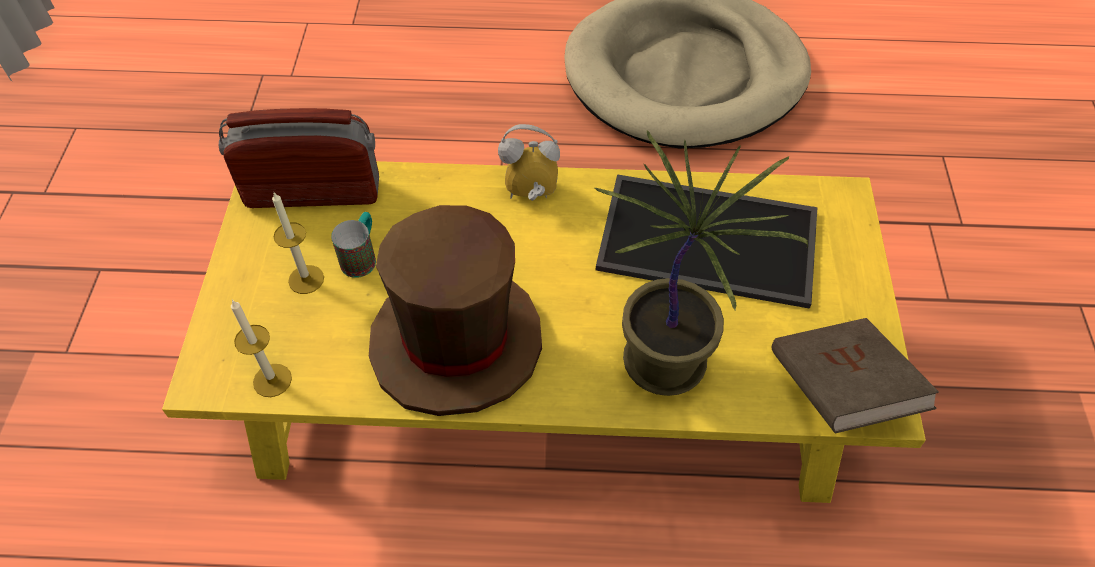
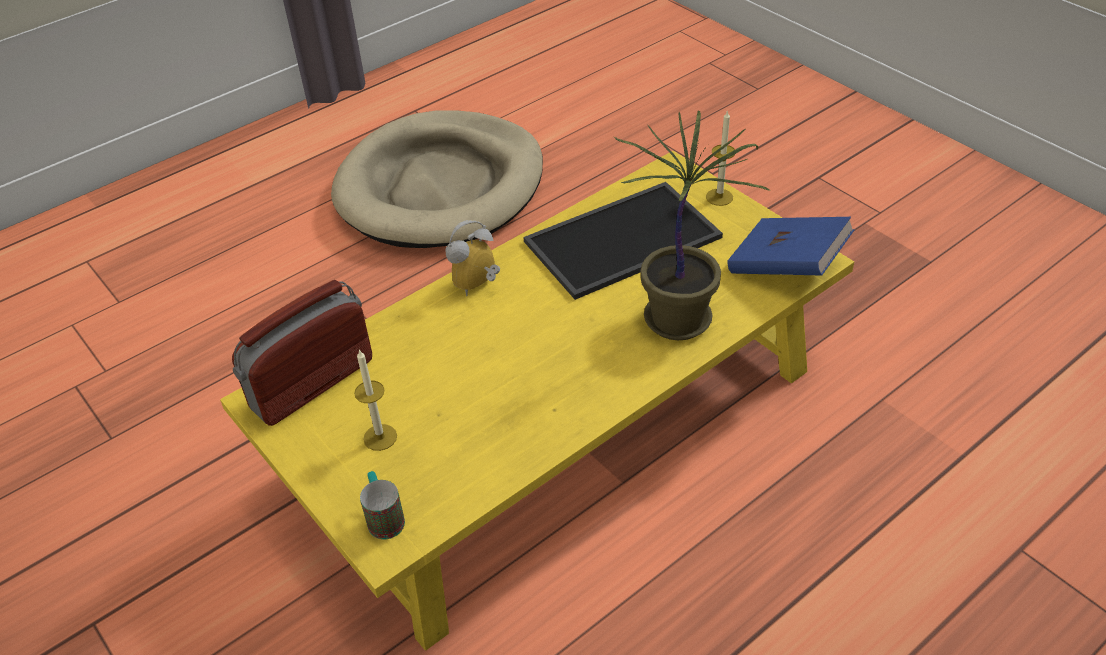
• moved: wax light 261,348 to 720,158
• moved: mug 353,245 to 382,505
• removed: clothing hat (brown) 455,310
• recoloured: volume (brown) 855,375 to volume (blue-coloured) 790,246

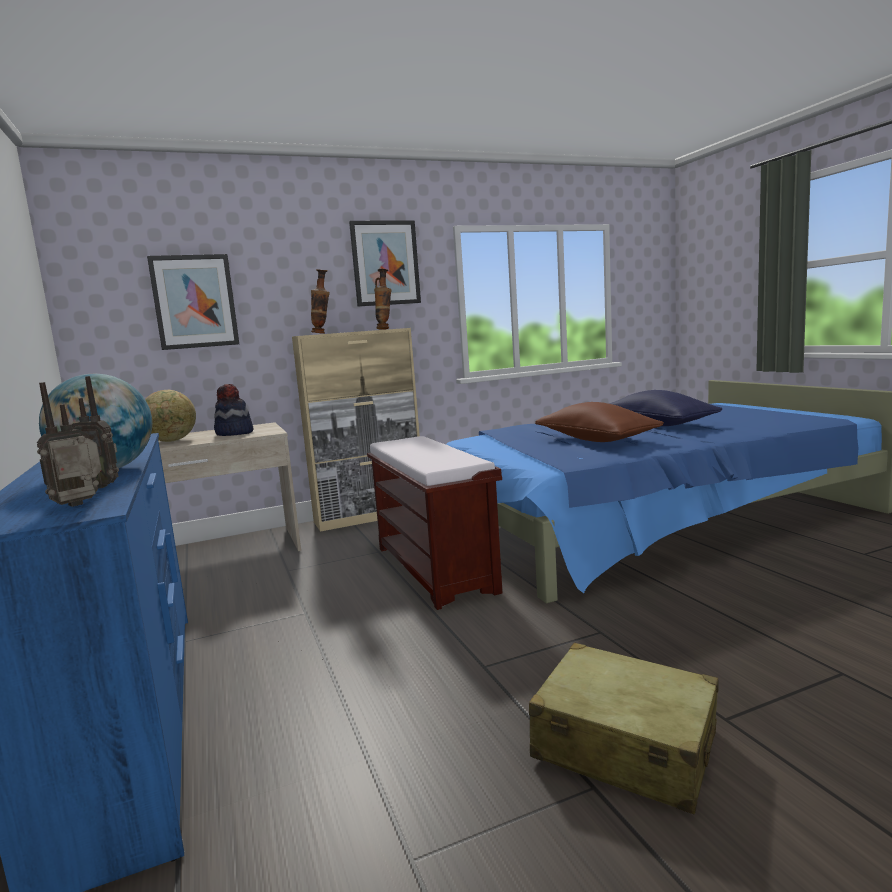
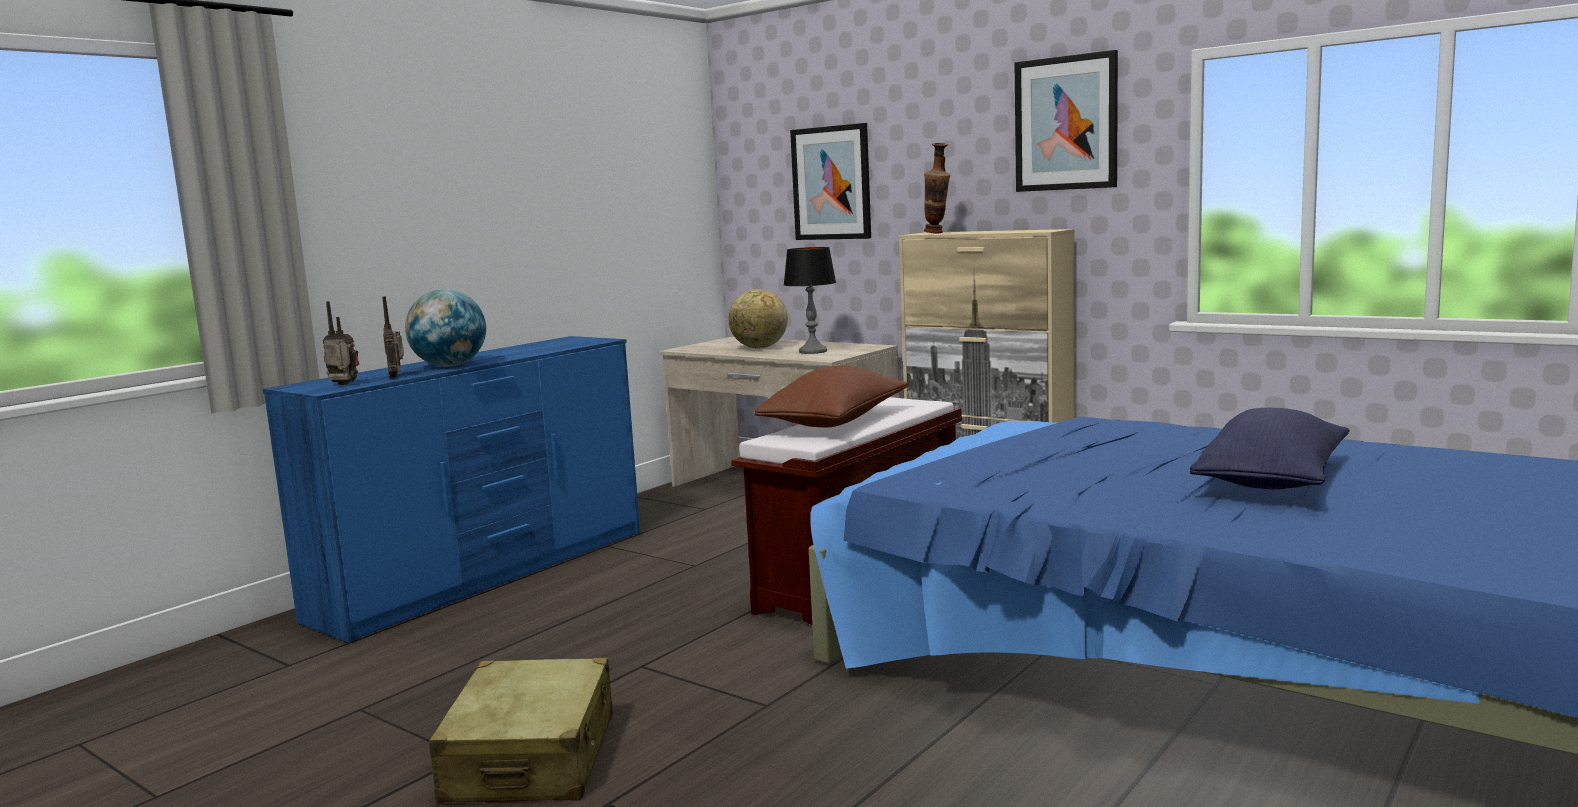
• replaced: clothing hat 233,410 to lamp for a table 810,300
• removed: vase 382,299
• moved: cushion (brown) 599,422 to 831,397

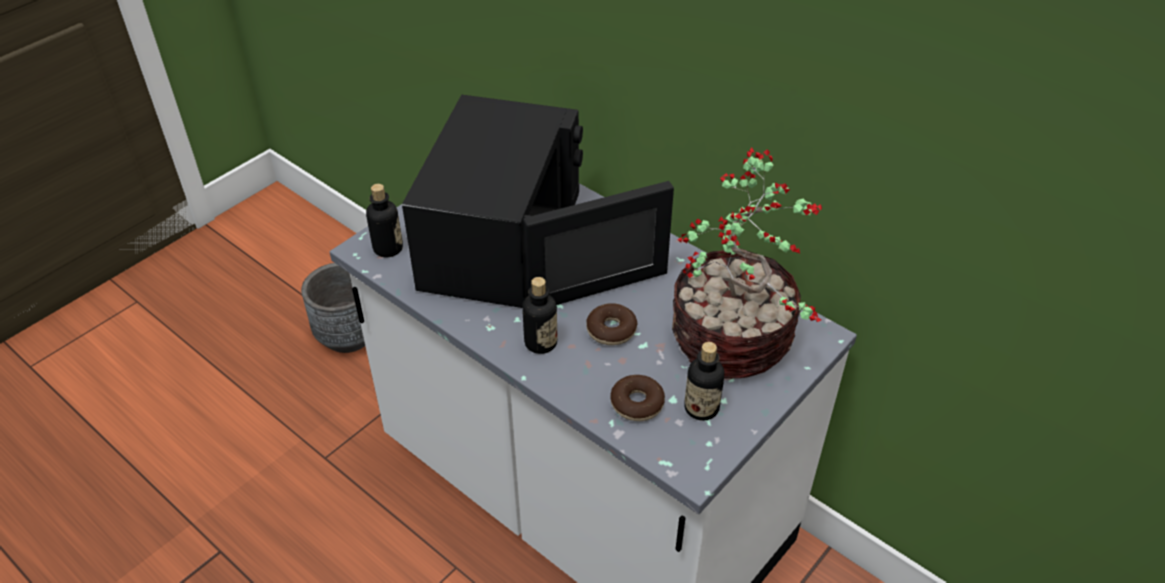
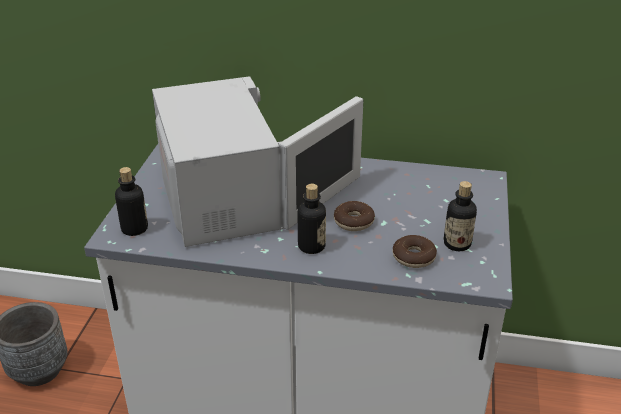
• recoloured: microwave (black) 538,201 to microwave (whitish) 257,161
• removed: houseplant 747,263

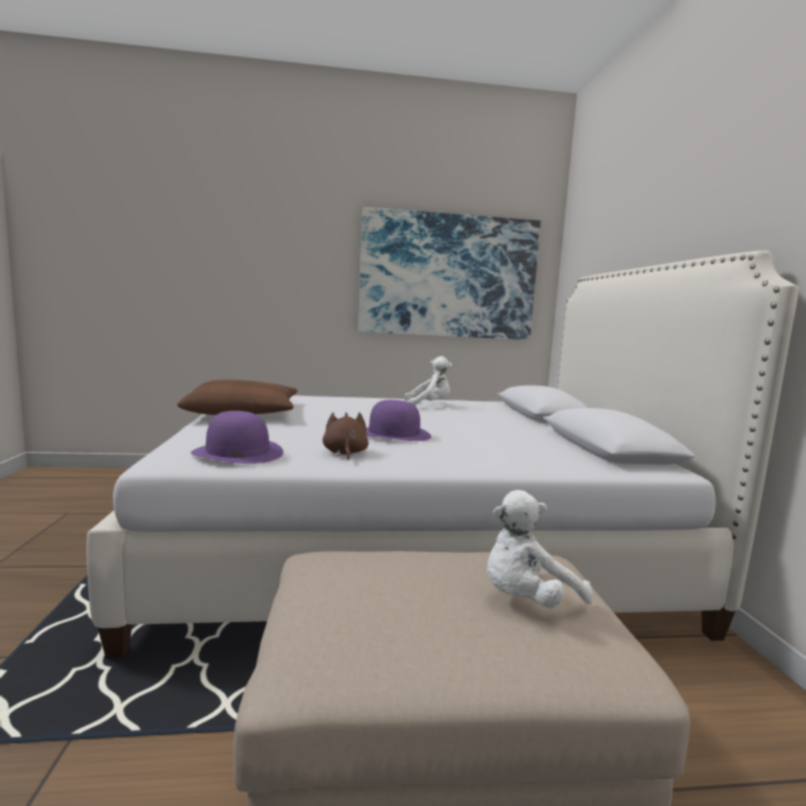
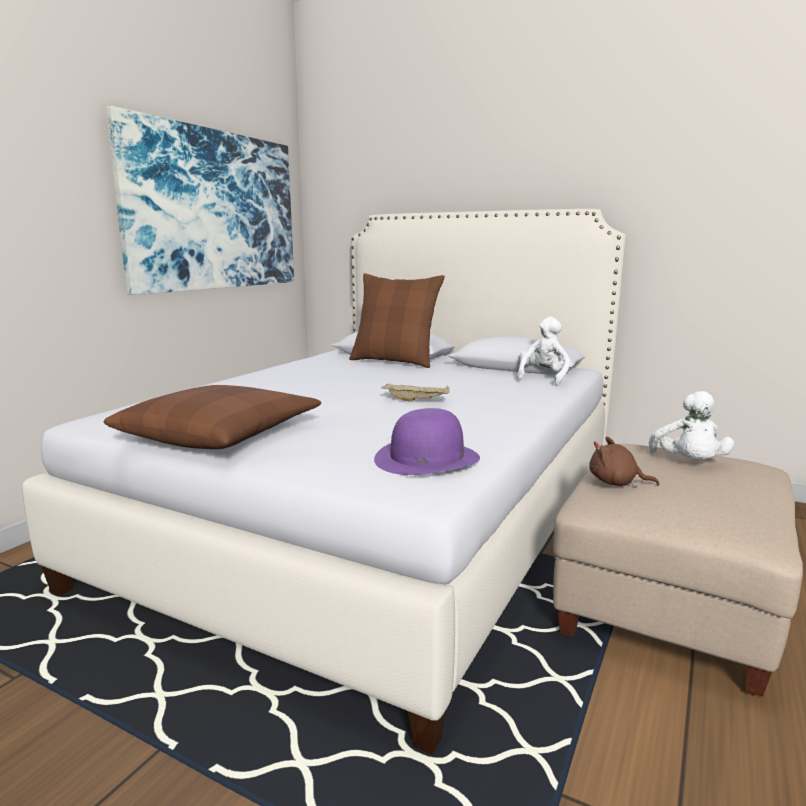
• moved: cuddly toy (brown) 346,436 to 624,461
• replaced: clothing hat (purple-coloured) 398,420 to serving tray (sand-coloured) 416,392
• moved: cuddly toy (whitish) 428,381 to 543,351
• added: cushion (brown) 397,320

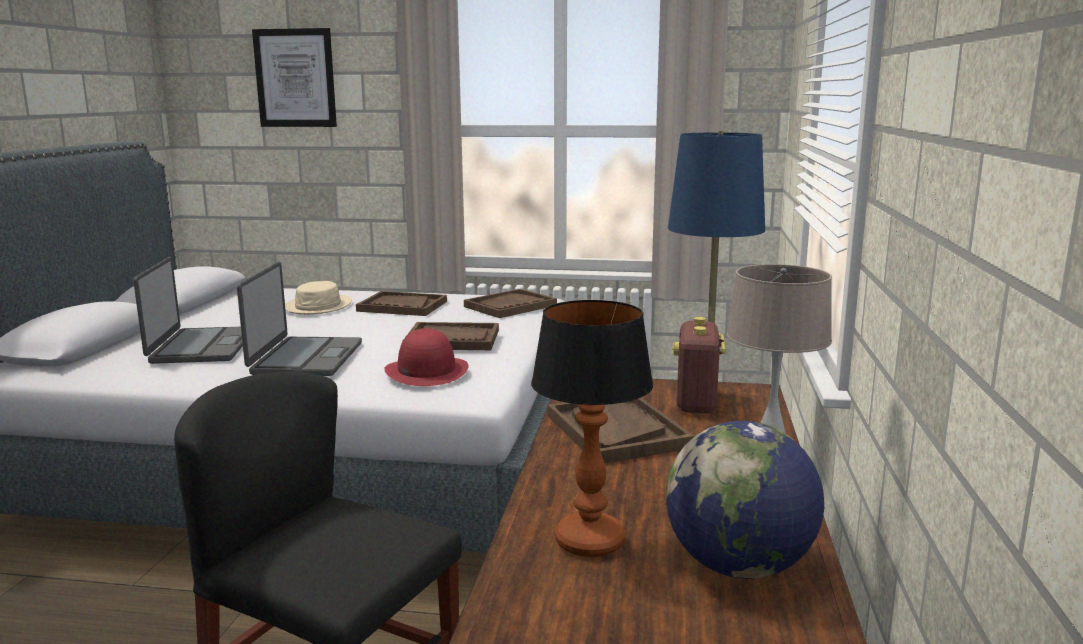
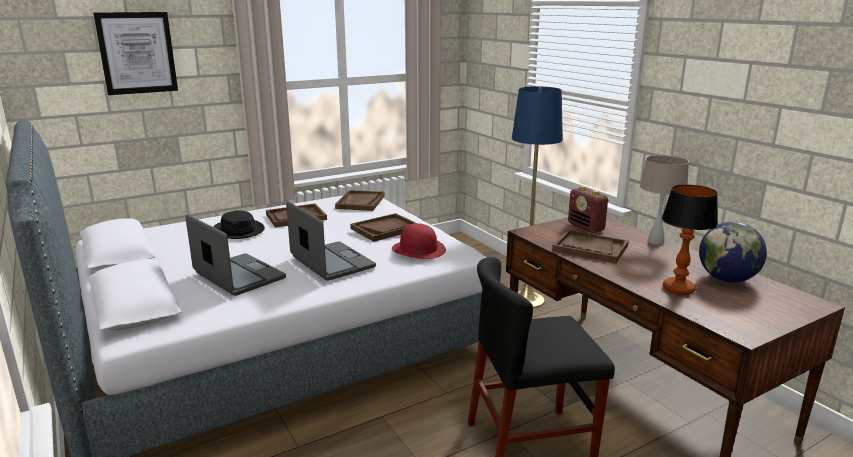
• recoloured: clothing hat (sand-coloured) 318,298 to clothing hat (black) 239,224

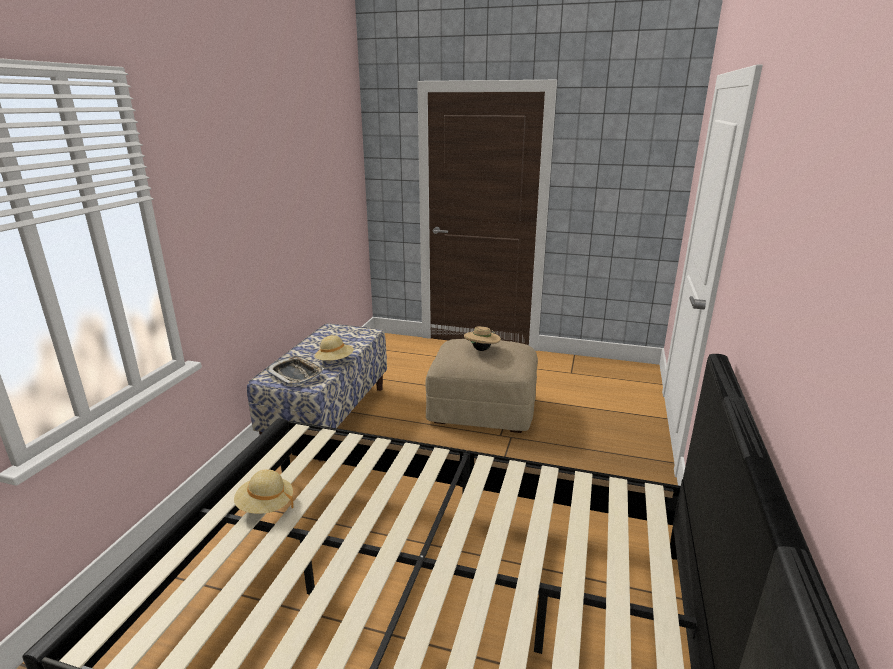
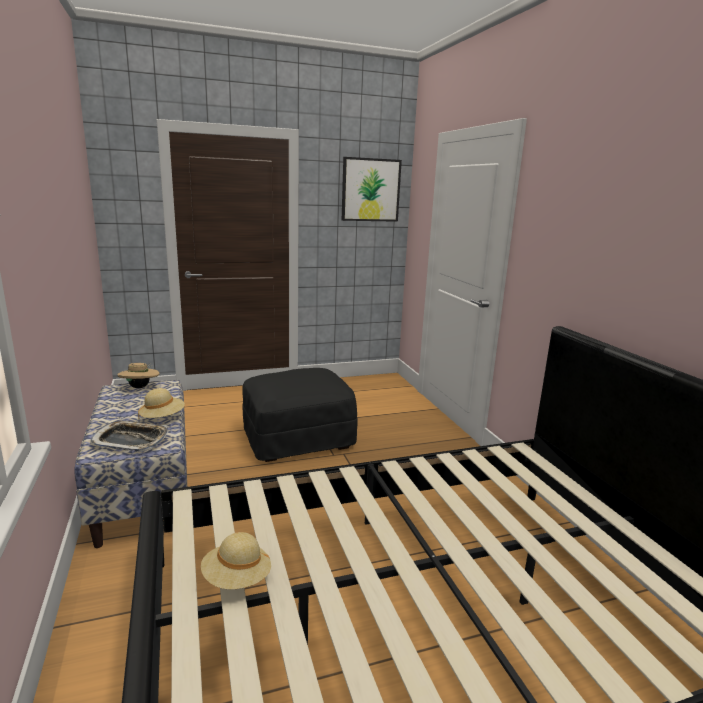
• recoloured: footrest (sand-coloured) 482,386 to footrest (black) 300,415
• moved: clothing hat (sand-coloured) 482,338 to 138,375
• added: wall picture 372,189

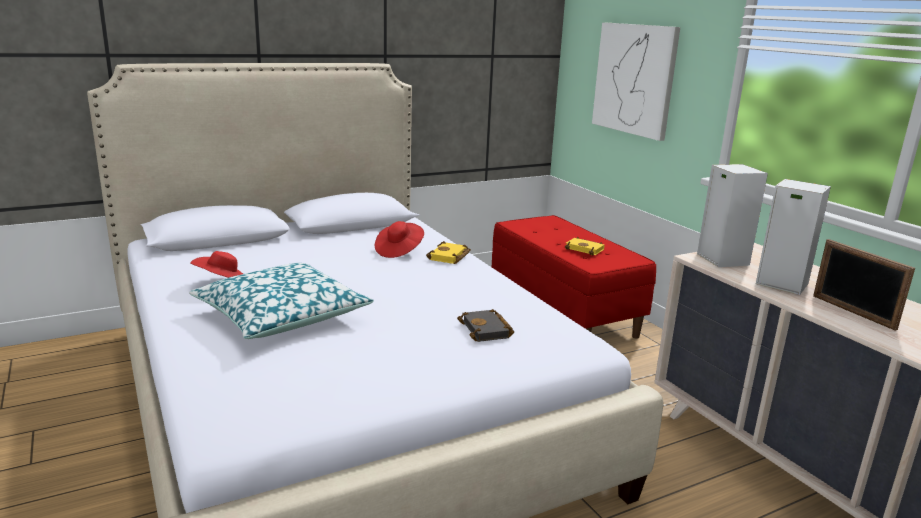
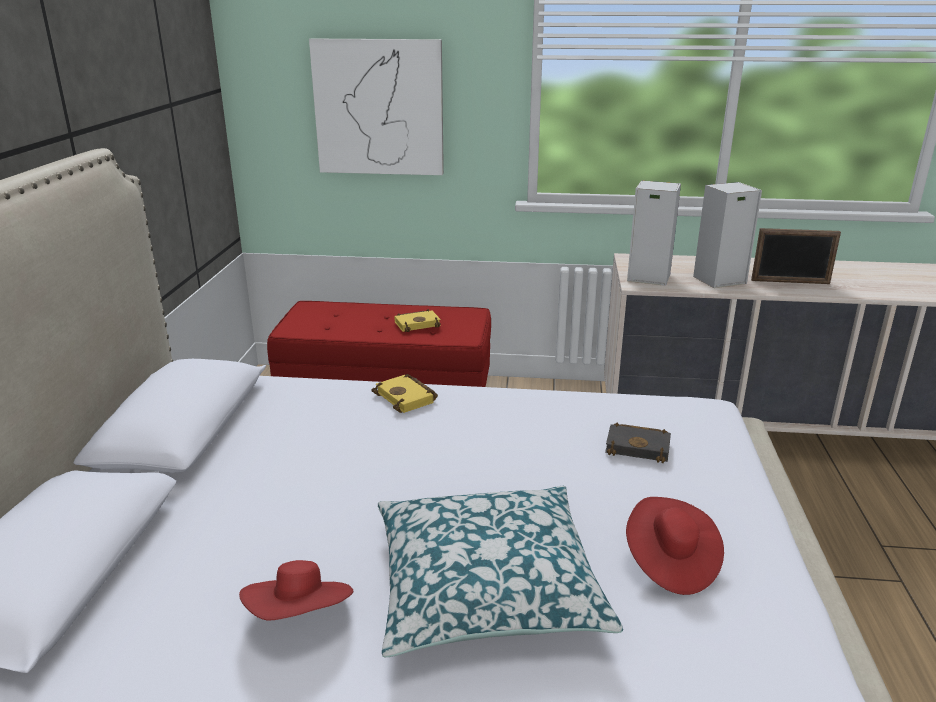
• moved: clothing hat (red) 399,239 to 675,546

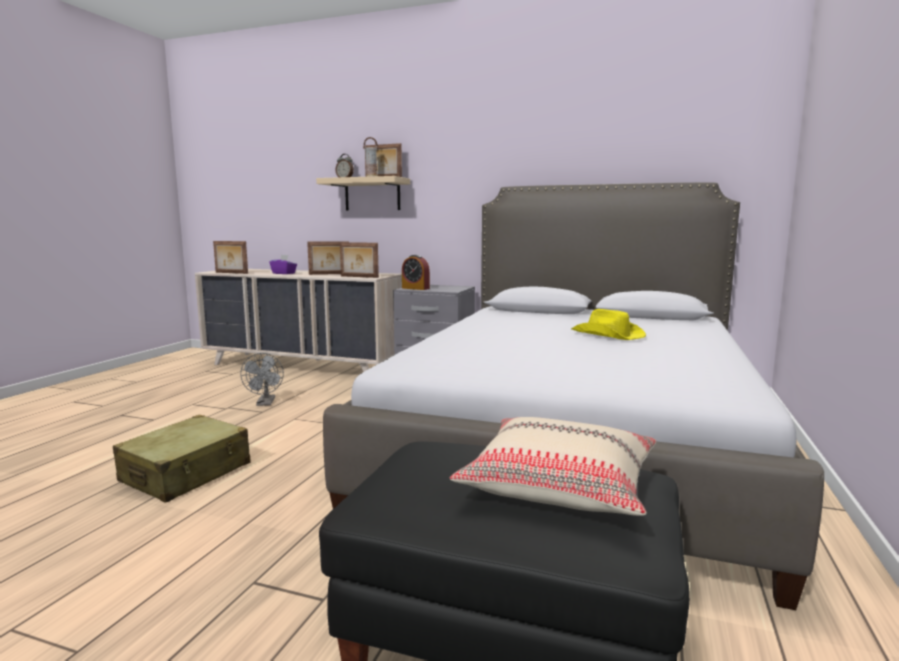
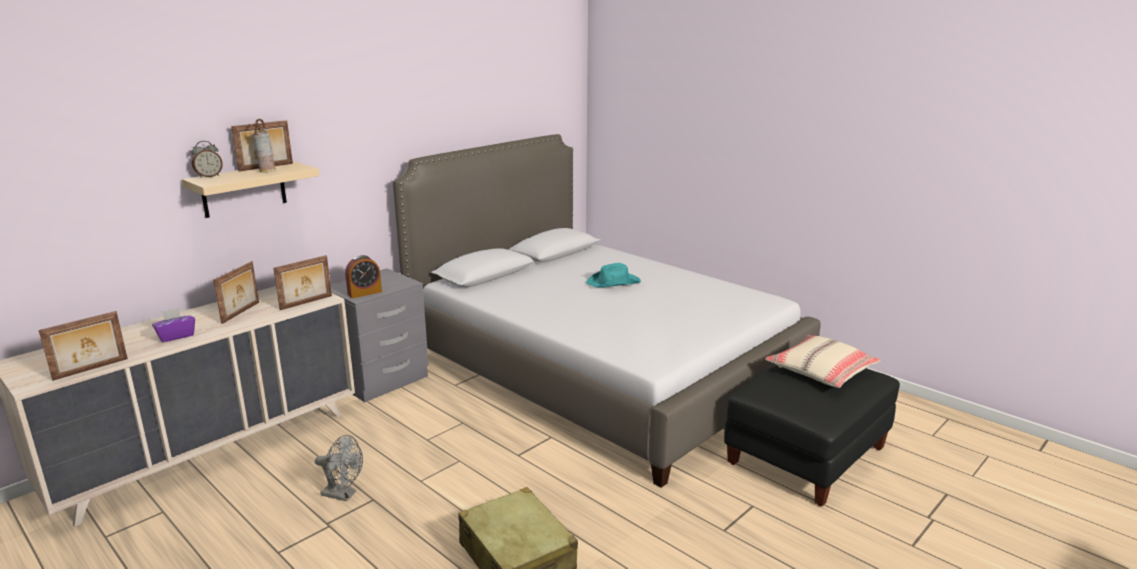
• recoloured: clothing hat (yellow-coloured) 608,324 to clothing hat (blue-green) 613,275

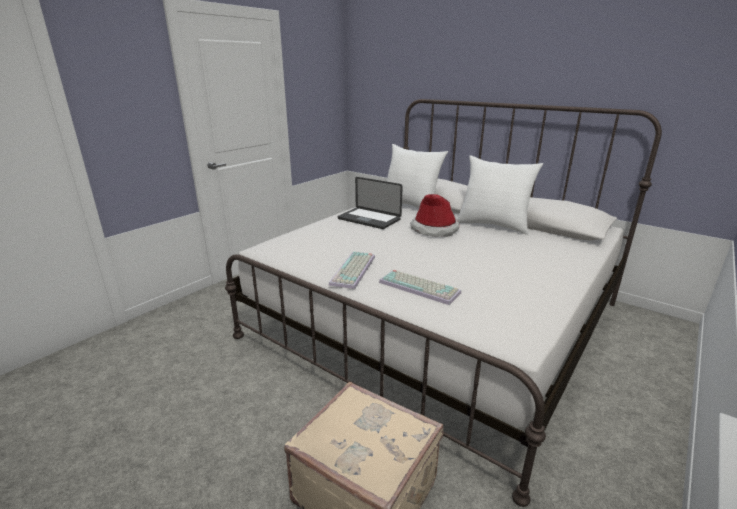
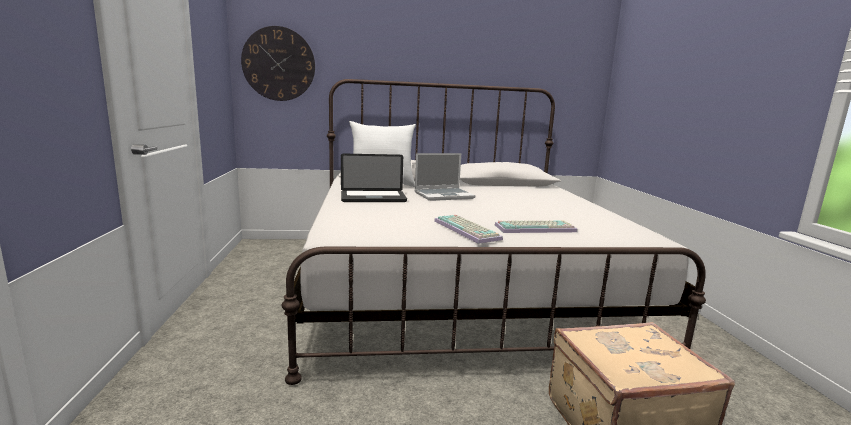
• replaced: clothing hat 434,215 to notebook computer 445,177
• removed: cushion (whitish) 500,195
• added: wall clock 278,63

